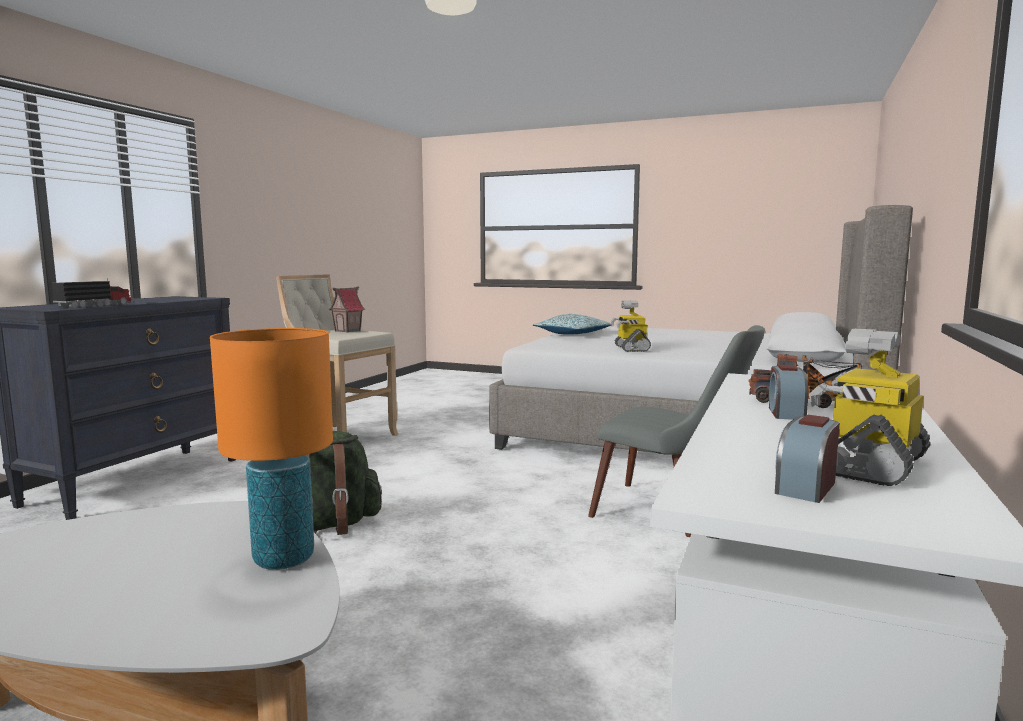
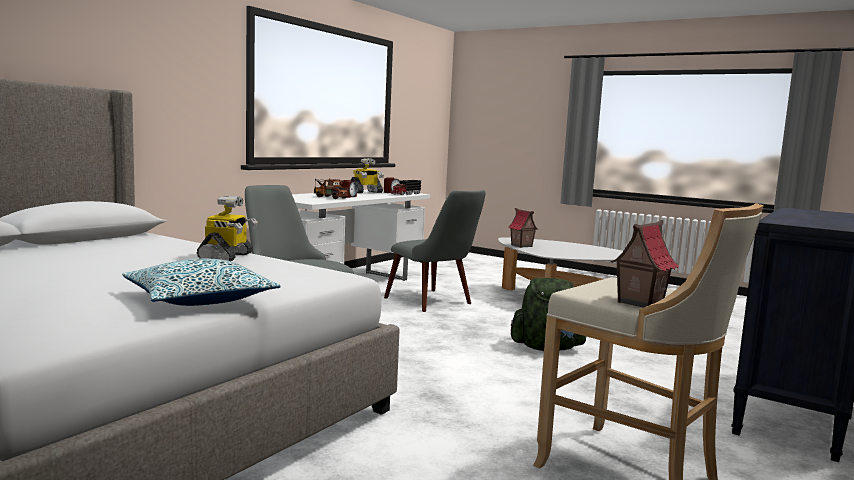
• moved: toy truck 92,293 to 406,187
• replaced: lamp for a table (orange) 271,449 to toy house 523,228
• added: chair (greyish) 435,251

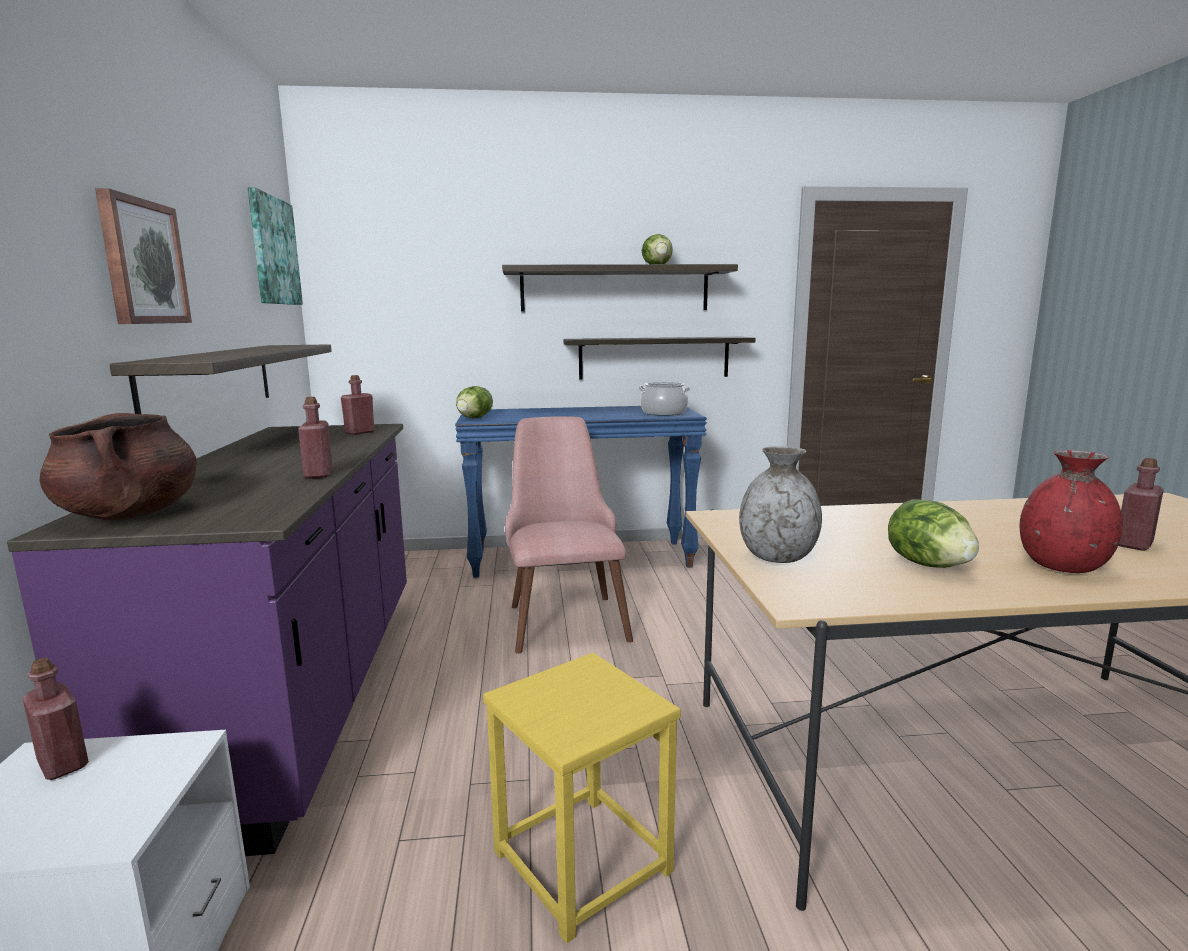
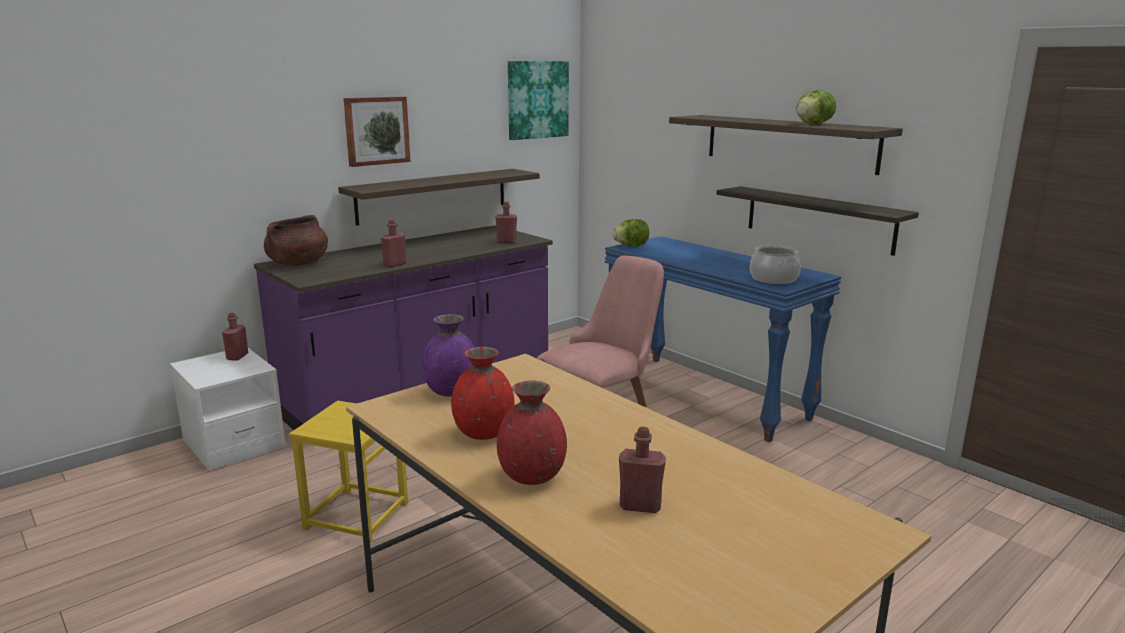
• recoloured: vase (greyish) 780,504 to vase (purple-coloured) 448,355
• replaced: lettuce head 933,533 to vase (red) 483,393

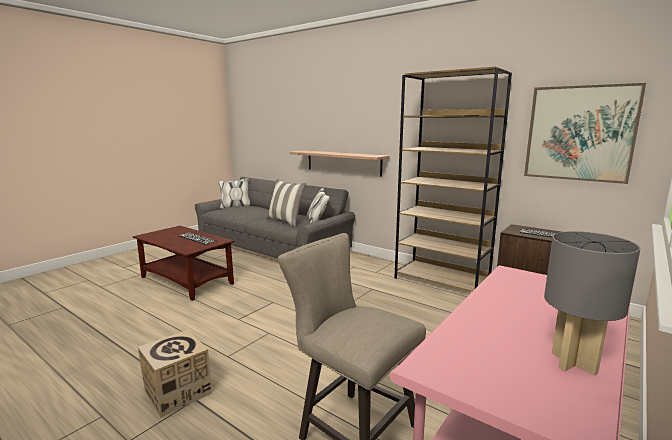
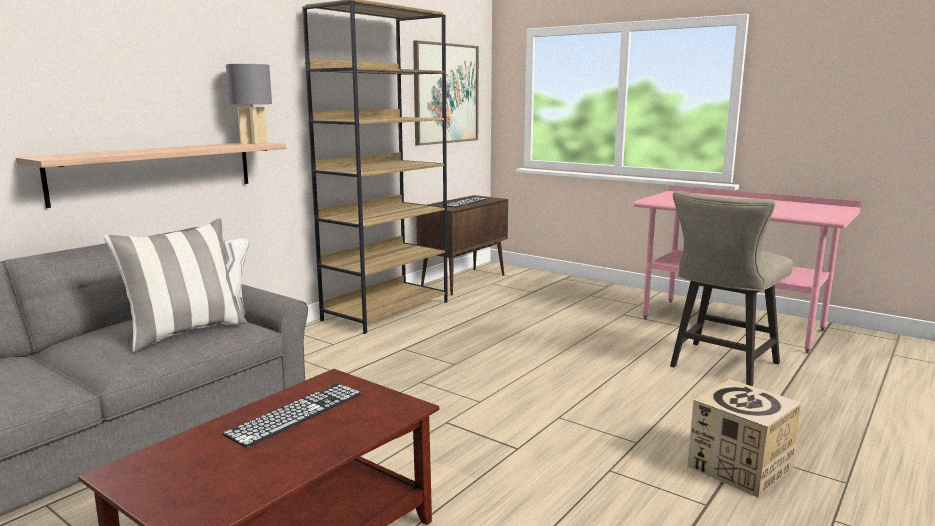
• moved: lamp for a table (greyish) 592,303 to 249,104

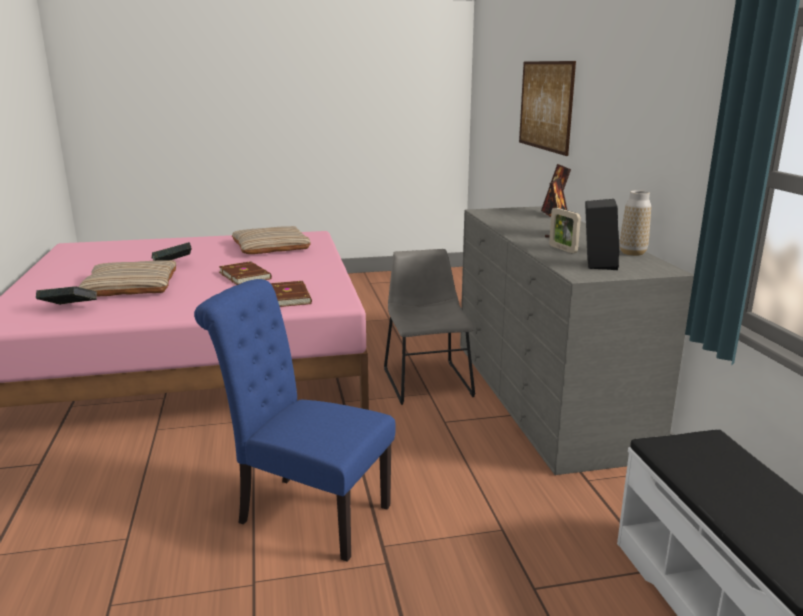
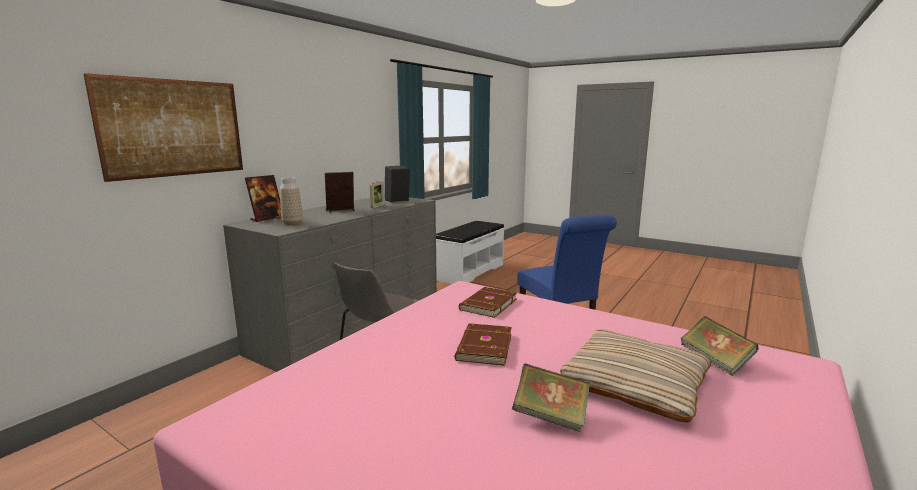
• removed: cushion (sand-coloured) 271,240
• moved: vase 635,223 to 291,201

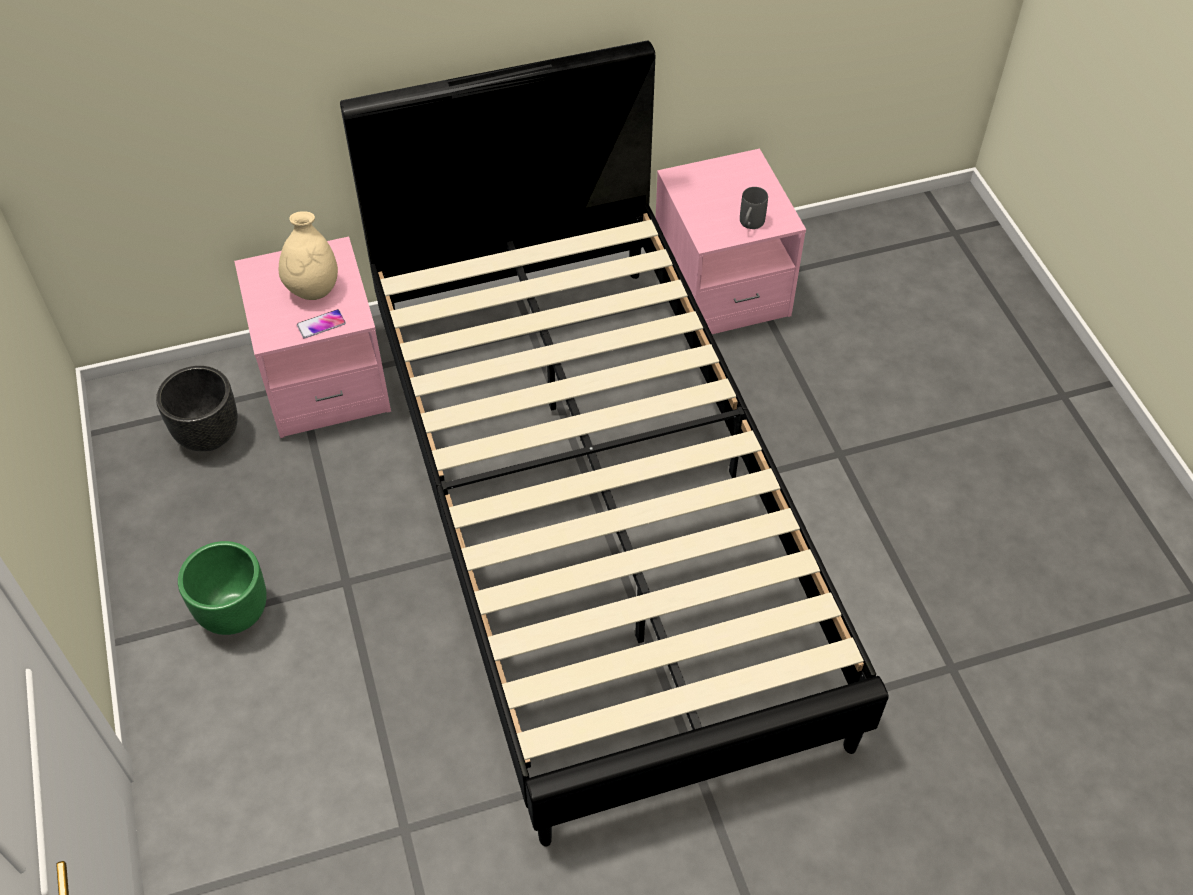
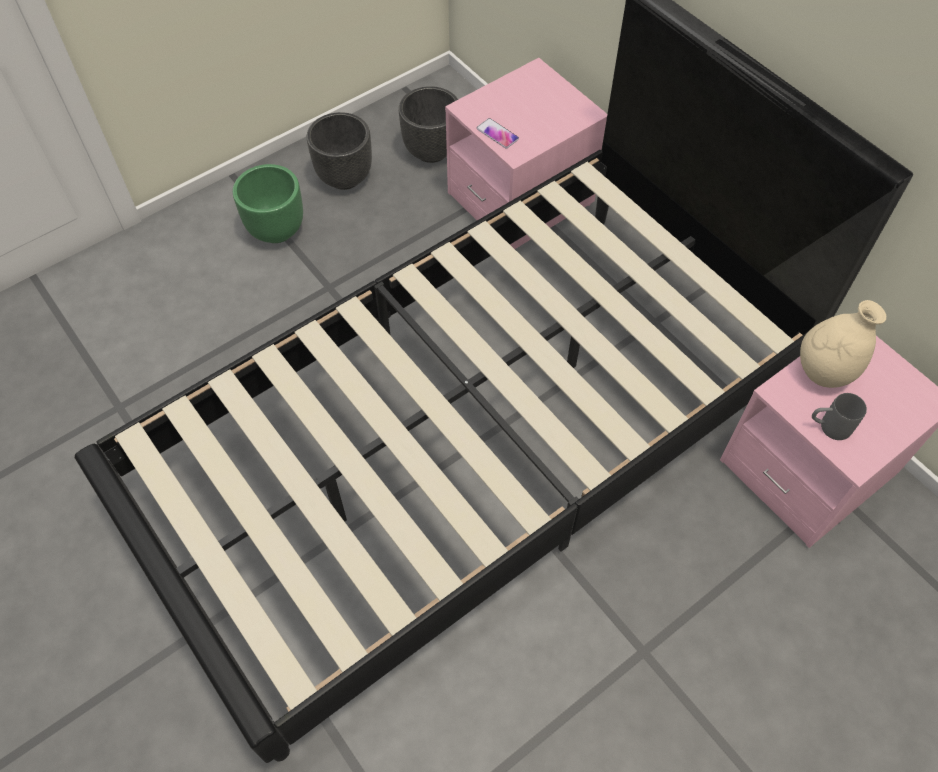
• moved: vase (sand-coloured) 308,255 to 843,344
• added: flower pot (black) 339,151

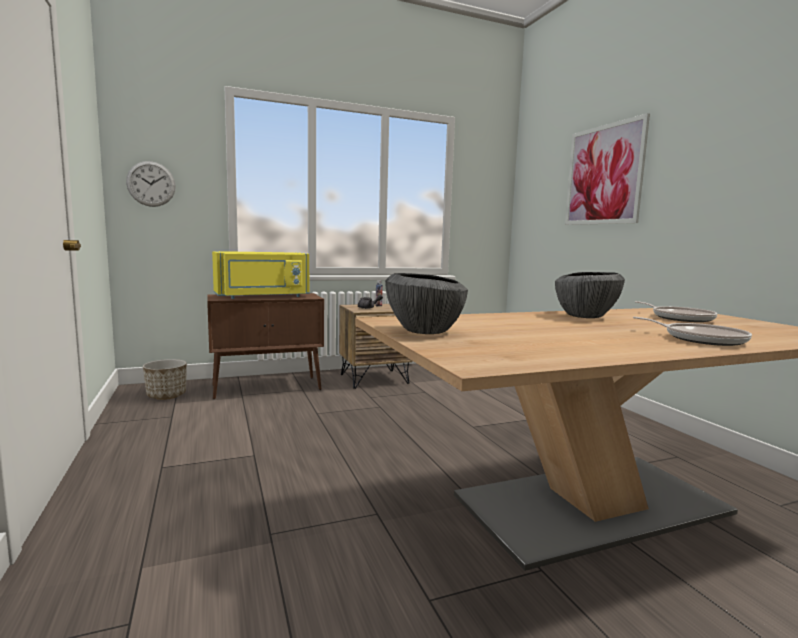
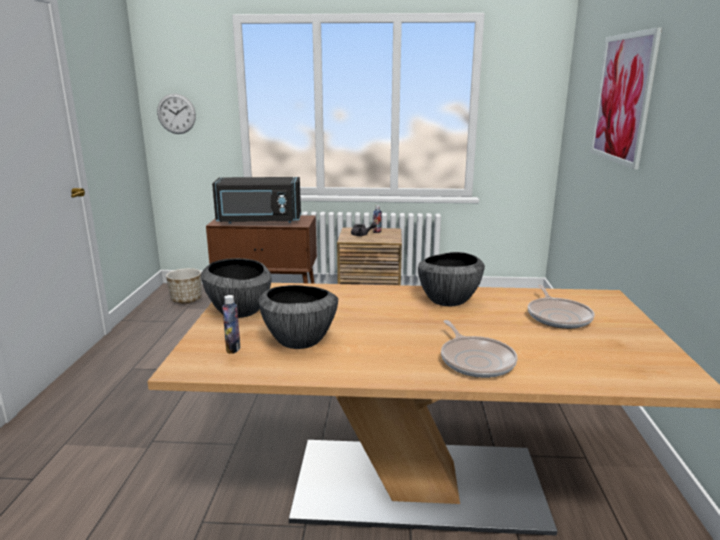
• recoloured: microwave (yellow-coloured) 260,275 to microwave (black) 256,200
• added: bottle 231,324
• added: serving bowl 298,317

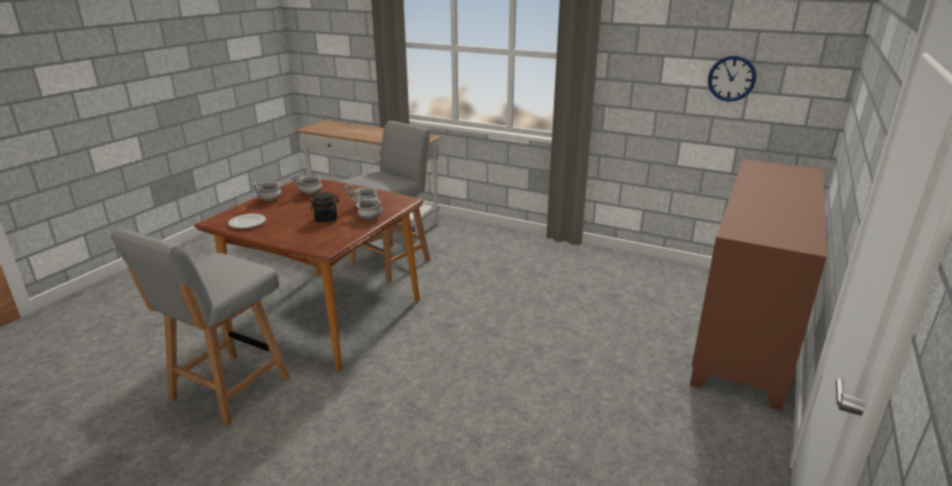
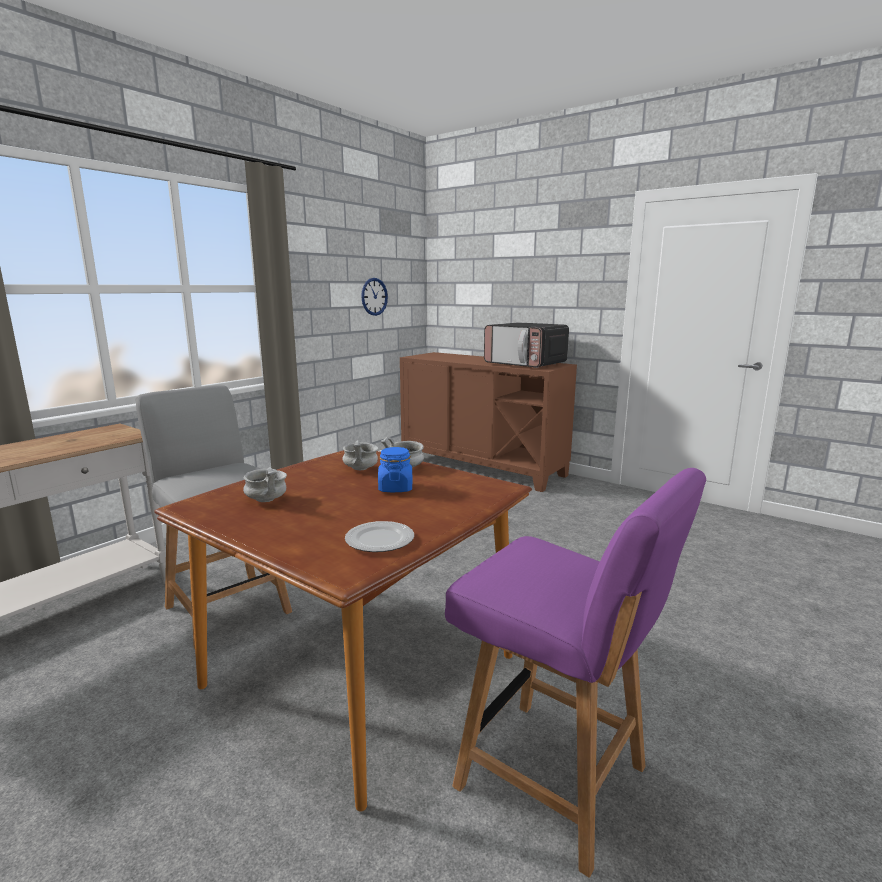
• recoloured: chair (greyish) 200,327 to chair (purple-coloured) 575,673
• removed: serving bowl (greyish) 266,191
• recoloured: preserve jar (black) 325,207 to preserve jar (blue-coloured) 395,469
• added: microwave 526,345

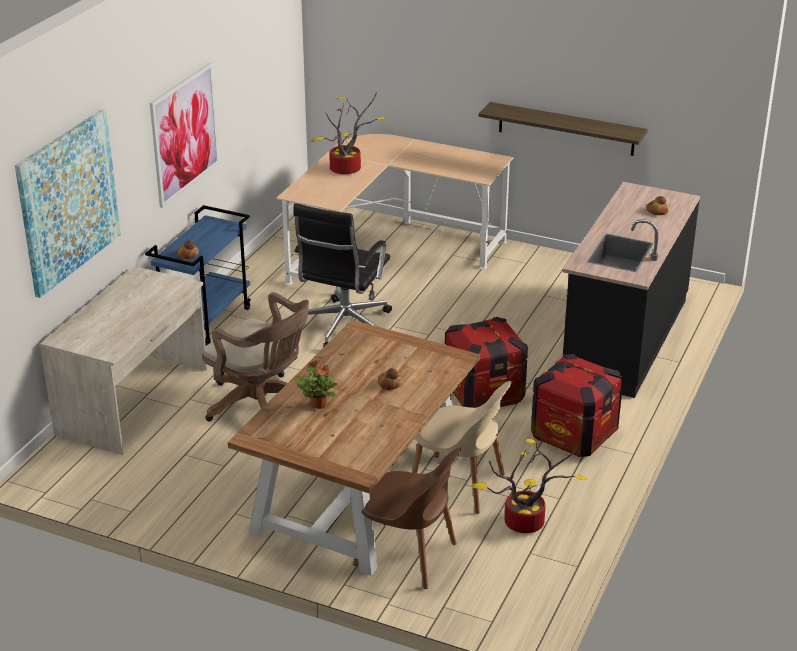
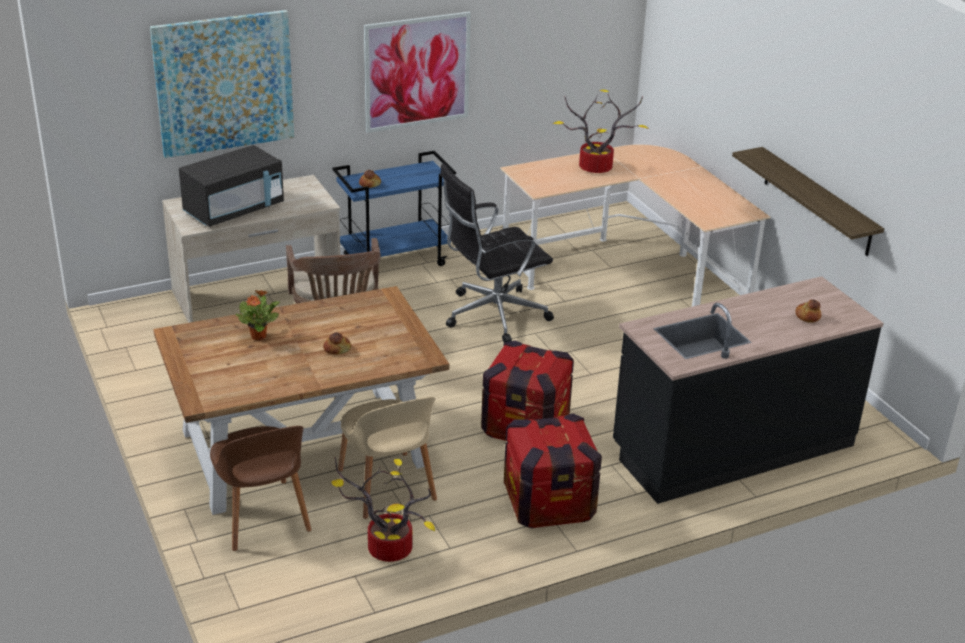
• added: microwave (black) 231,186

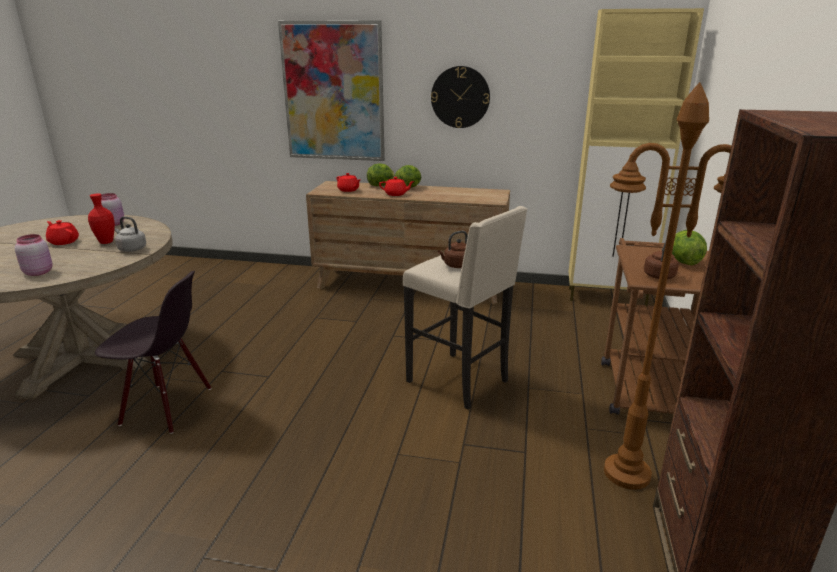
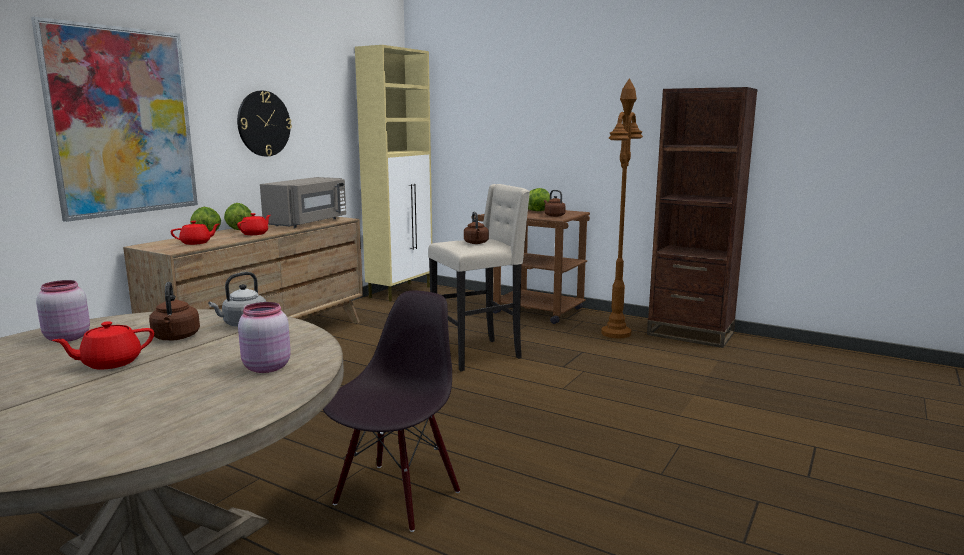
• replaced: vase (red) 101,218 to kettle (brown) 174,311
• added: microwave (greyish) 303,202

